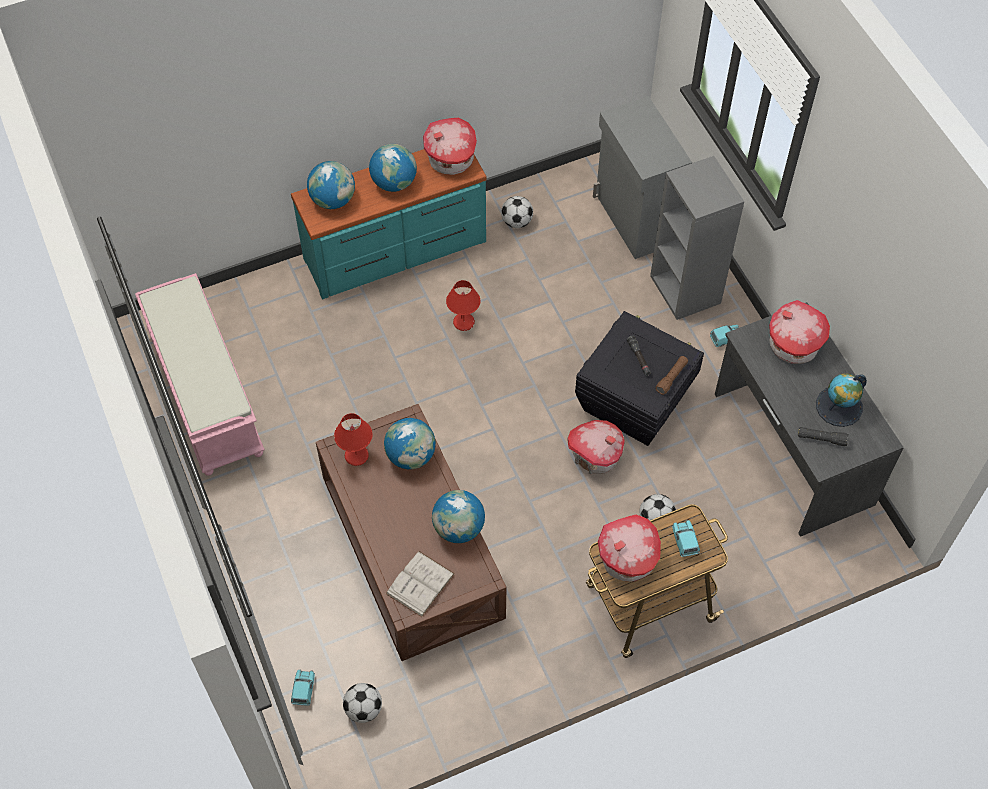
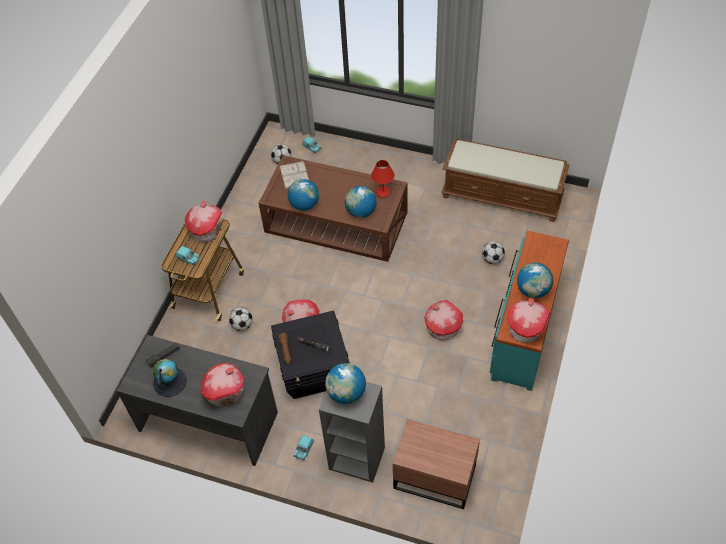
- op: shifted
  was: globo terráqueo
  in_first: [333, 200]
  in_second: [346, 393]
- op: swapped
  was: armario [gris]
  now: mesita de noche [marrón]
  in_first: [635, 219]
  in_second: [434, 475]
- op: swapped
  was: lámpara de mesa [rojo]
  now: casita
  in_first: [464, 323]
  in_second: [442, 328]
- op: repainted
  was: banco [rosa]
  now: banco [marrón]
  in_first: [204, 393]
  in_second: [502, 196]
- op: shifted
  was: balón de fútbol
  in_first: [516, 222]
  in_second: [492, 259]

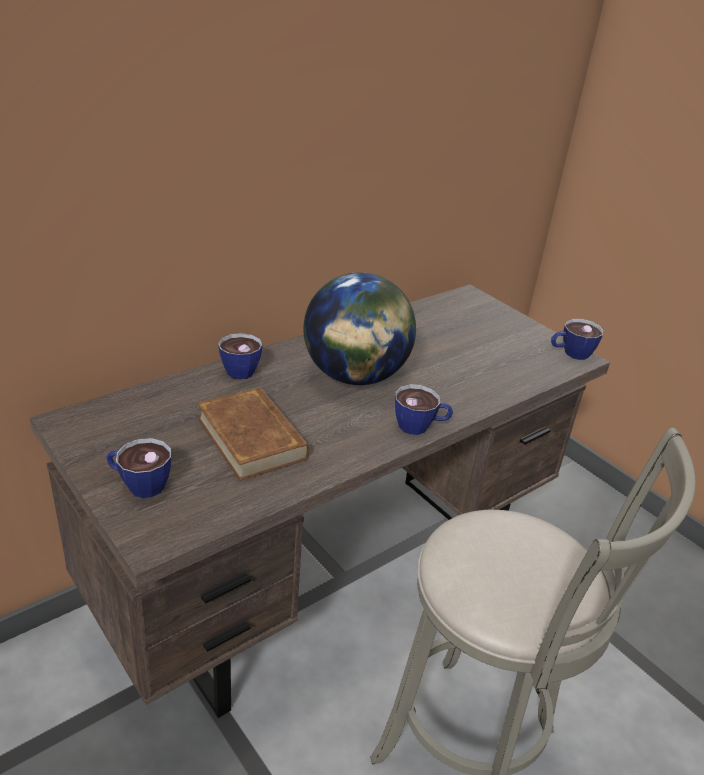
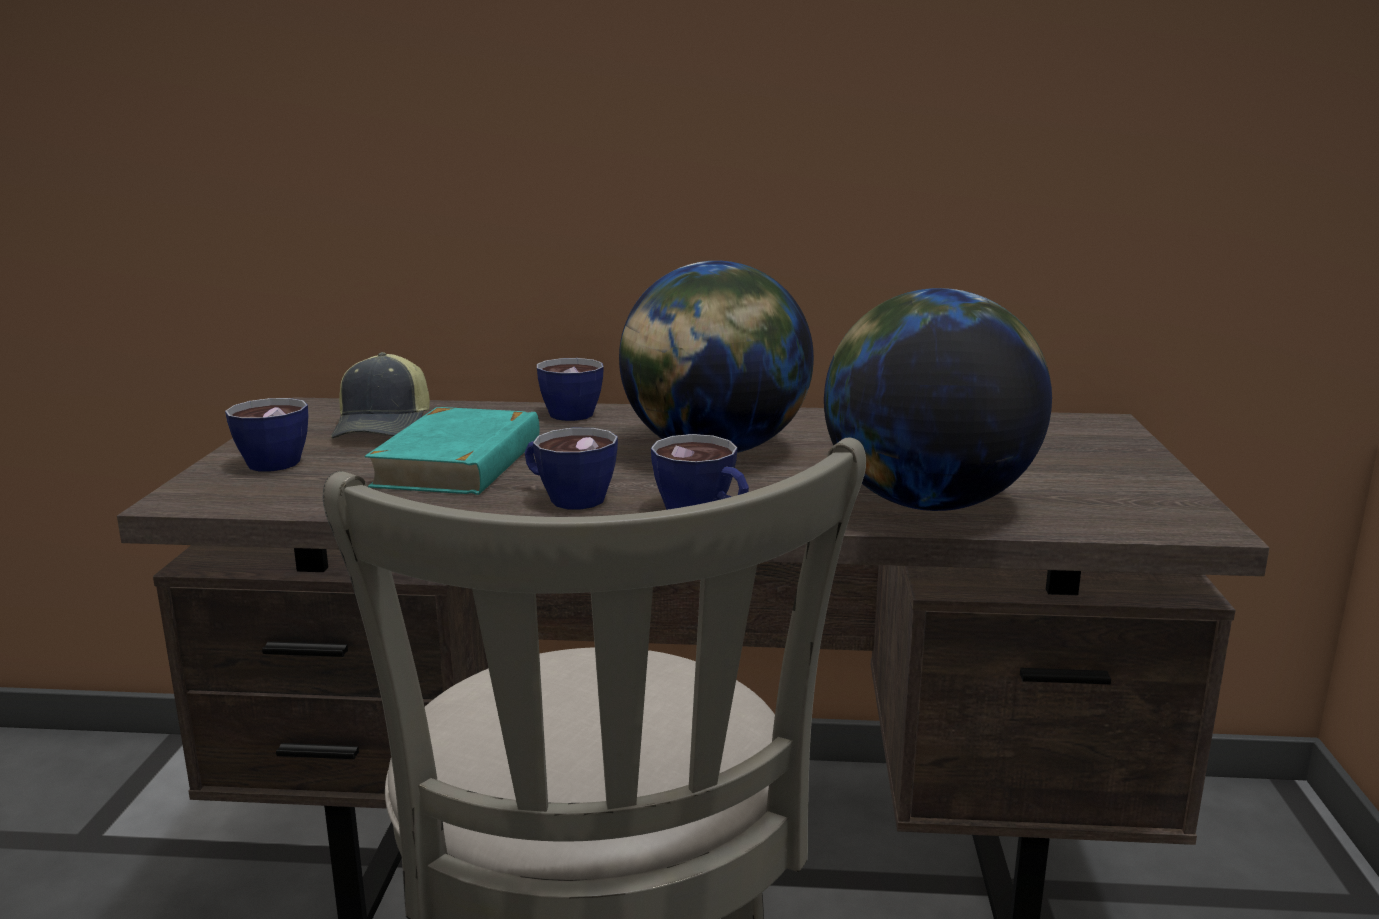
- op: new
  now: gorra
  in_second: [385, 426]
- op: repainted
  was: libro [marrón]
  now: libro [turquesa]
  in_first: [251, 438]
  in_second: [460, 462]
- op: shifted
  was: taza
  in_first: [570, 353]
  in_second: [567, 497]
- op: new
  now: globo terráqueo
  in_second: [926, 503]

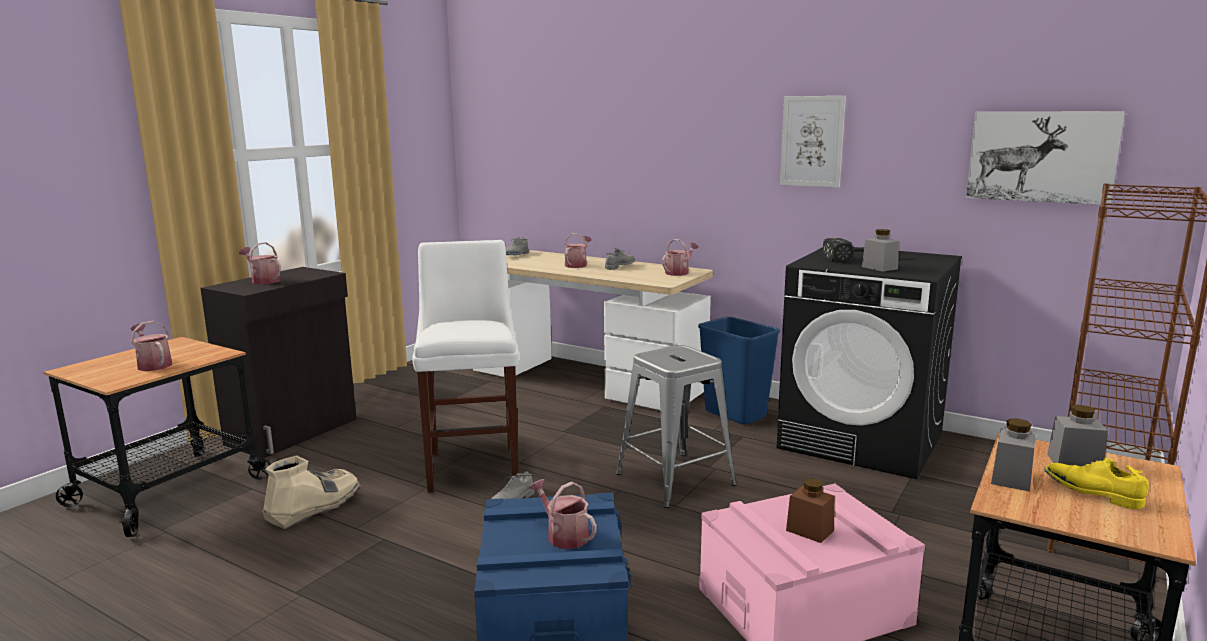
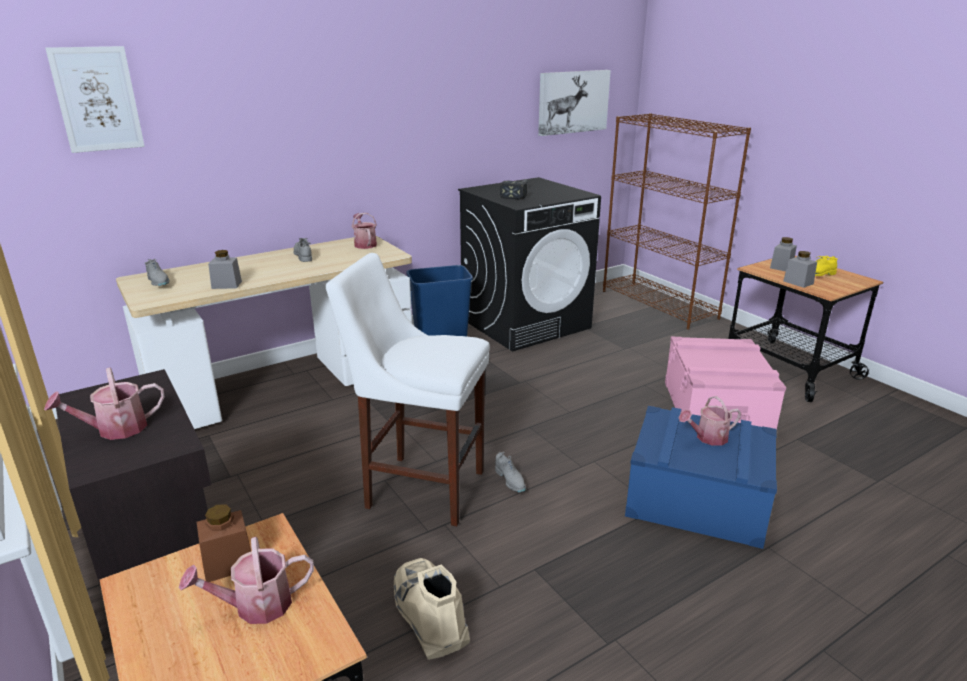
- op: shifted
  was: cuadro
  in_first: [812, 141]
  in_second: [97, 99]
- op: shifted
  was: tarro [marrón]
  in_first: [810, 530]
  in_second: [228, 563]
- op: shifted
  was: tarro [gris]
  in_first: [879, 268]
  in_second: [226, 285]
- op: gone
  was: regadera
  in_first: [577, 265]
- op: gone
  was: taburete [gris]
  in_first: [674, 479]

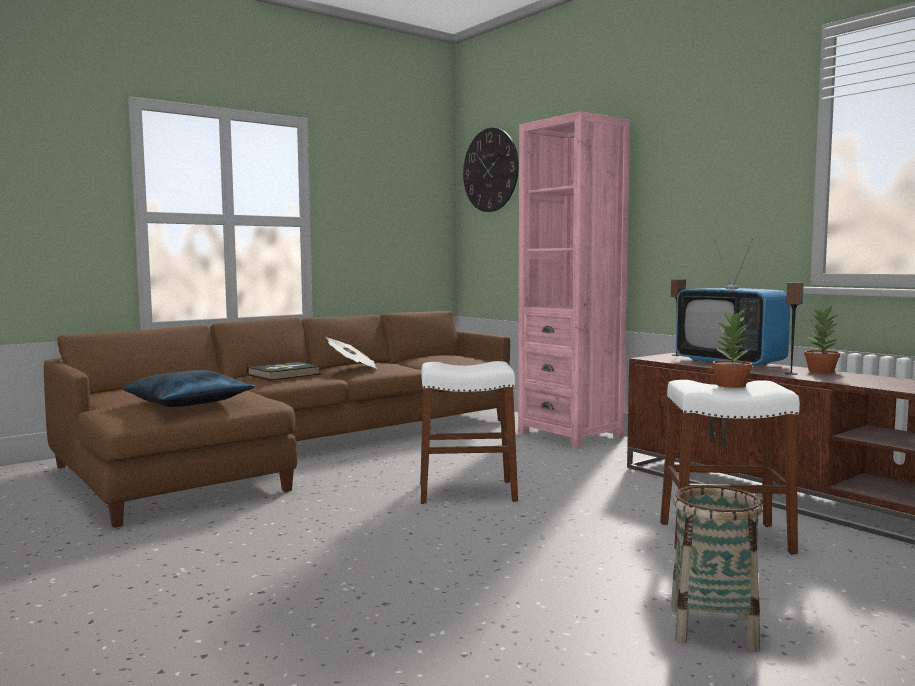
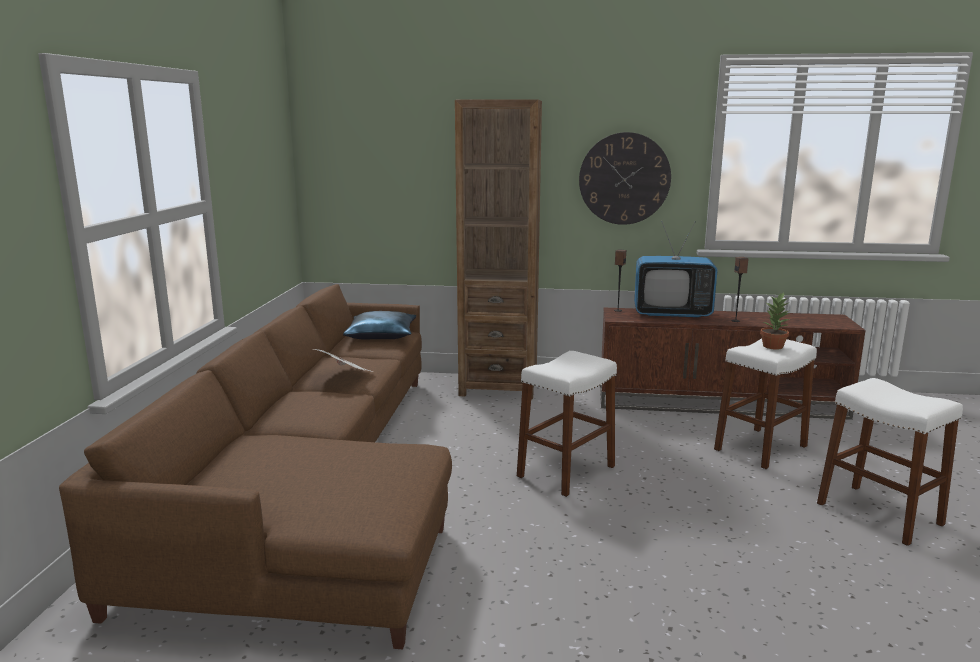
- op: shifted
  was: cojín [azul]
  in_first: [189, 402]
  in_second: [381, 335]
- op: repainted
  was: estantería [rosa]
  now: estantería [marrón]
  in_first: [570, 435]
  in_second: [498, 386]
- op: shifted
  was: reloj de pared
  in_first: [490, 170]
  in_second: [624, 179]
- op: swapped
  was: cesta
  now: taburete [blanco]
  in_first: [713, 628]
  in_second: [879, 514]
- op: gone
  was: libro
  in_first: [284, 374]
- op: gone
  was: planta en maceta
  in_first: [820, 371]

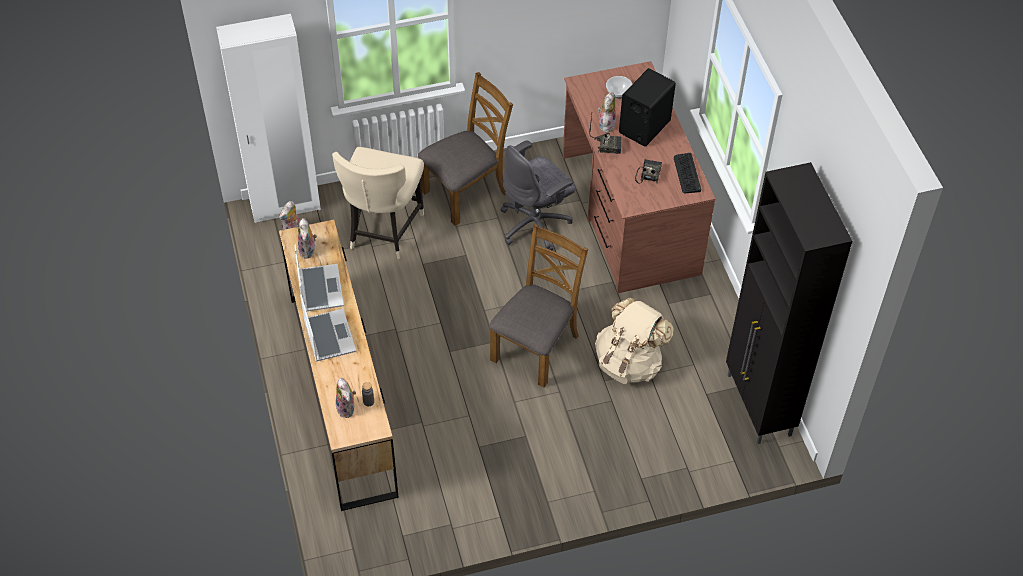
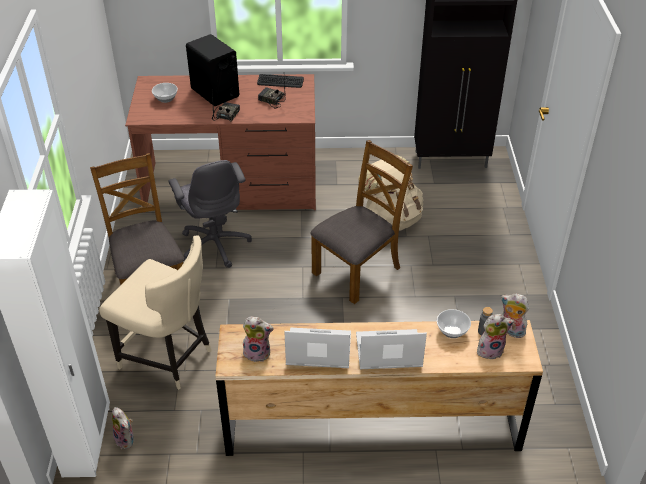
- op: rotated
  was: silla [marrón]
  in_first: [536, 347]
  in_second: [357, 270]
  clockwise: 90
- op: new
  now: cuenco
  in_second: [452, 330]
- op: shifted
  was: peluche
  in_first: [606, 124]
  in_second: [510, 331]

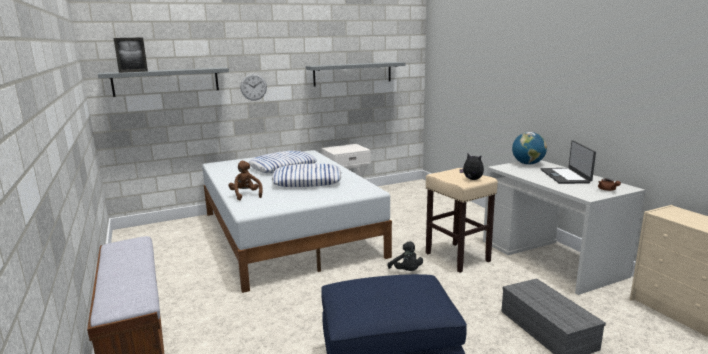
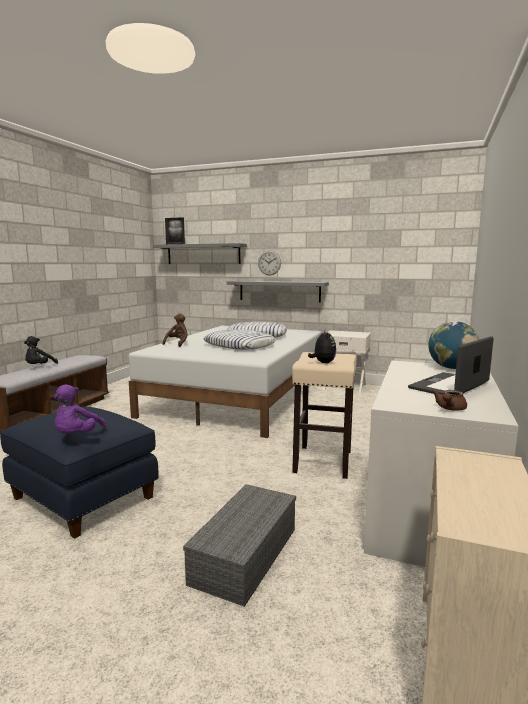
- op: shifted
  was: peluche [negro]
  in_first: [406, 271]
  in_second: [39, 367]
- op: new
  now: peluche [morado]
  in_second: [77, 436]
- op: shifted
  was: estante [gris]
  in_first: [353, 73]
  in_second: [279, 291]

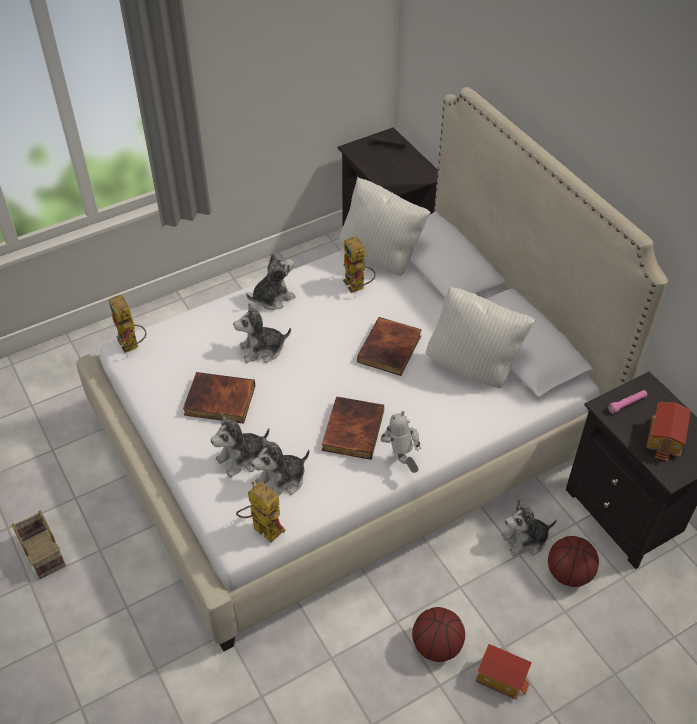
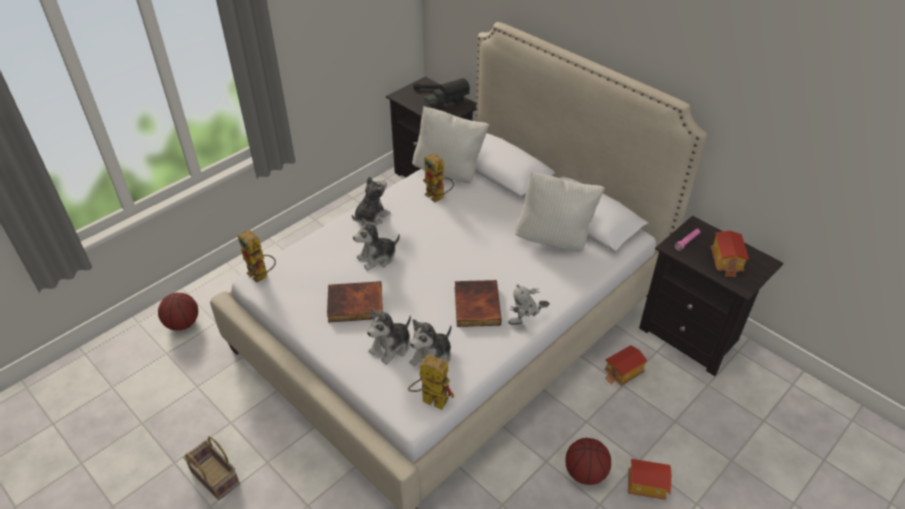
- op: shifted
  was: balón de baloncesto
  in_first: [568, 573]
  in_second: [182, 323]
- op: new
  now: camión de juguete
  in_second: [446, 103]
- op: rotated
  was: robot de juguete
  in_first: [401, 462]
  in_second: [526, 322]
  clockwise: -75
- op: swapped
  was: peluche
  now: casita
  in_first: [525, 540]
  in_second: [623, 373]
- op: gone
  was: libro
  in_first: [390, 349]

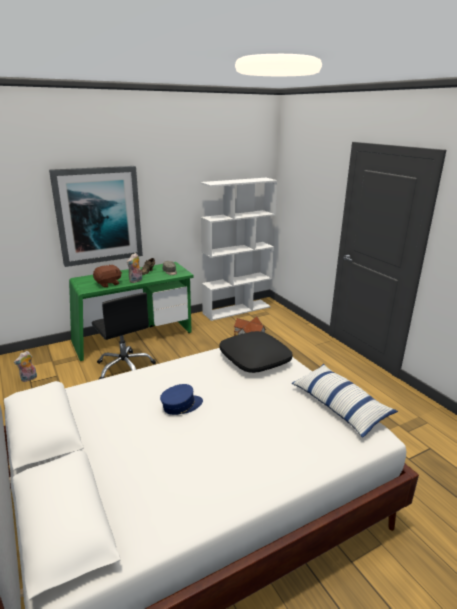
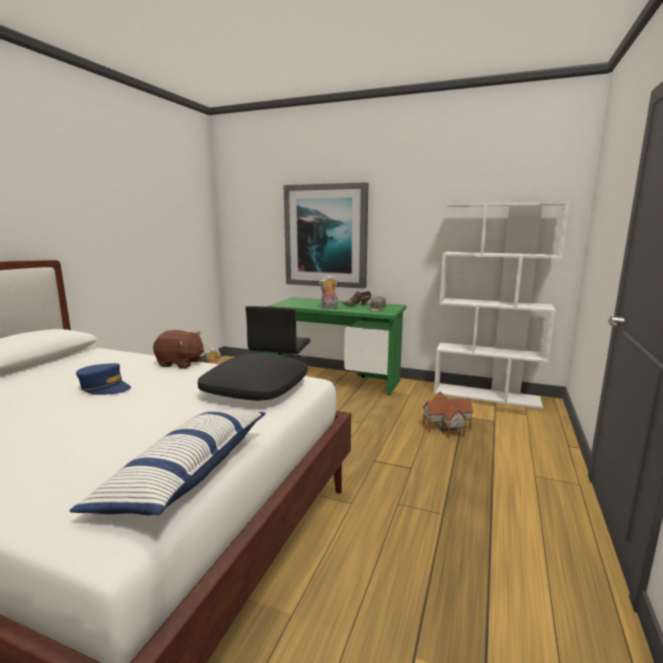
- op: shifted
  was: peluche [marrón]
  in_first: [108, 284]
  in_second: [180, 363]

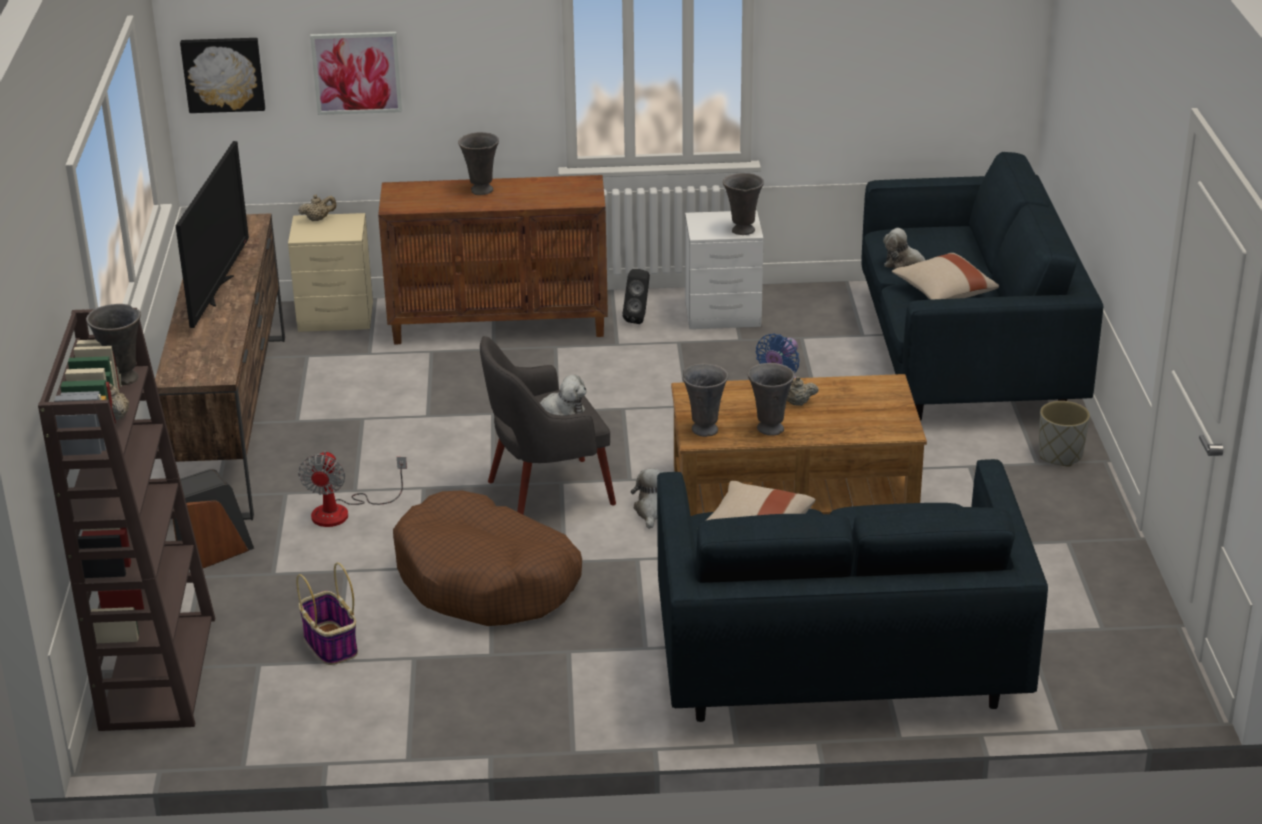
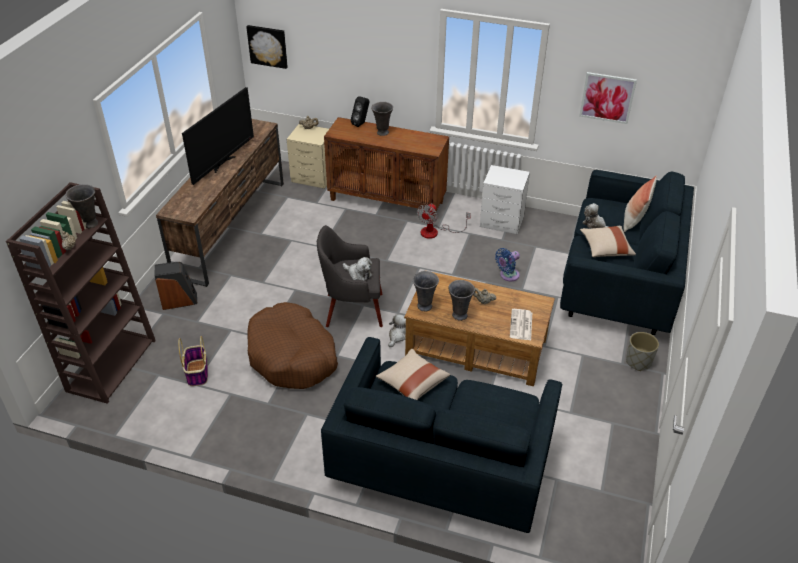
- op: shifted
  was: altavoz [negro]
  in_first: [639, 318]
  in_second: [361, 124]
- op: shifted
  was: ventilador
  in_first: [343, 511]
  in_second: [435, 232]
- op: new
  now: periódico
  in_second: [521, 325]
- op: shifted
  was: cuadro
  in_first: [356, 72]
  in_second: [607, 97]
- op: new
  now: cojín
  in_second: [634, 221]
- op: gone
  was: florero [gris]
  in_first: [742, 230]

